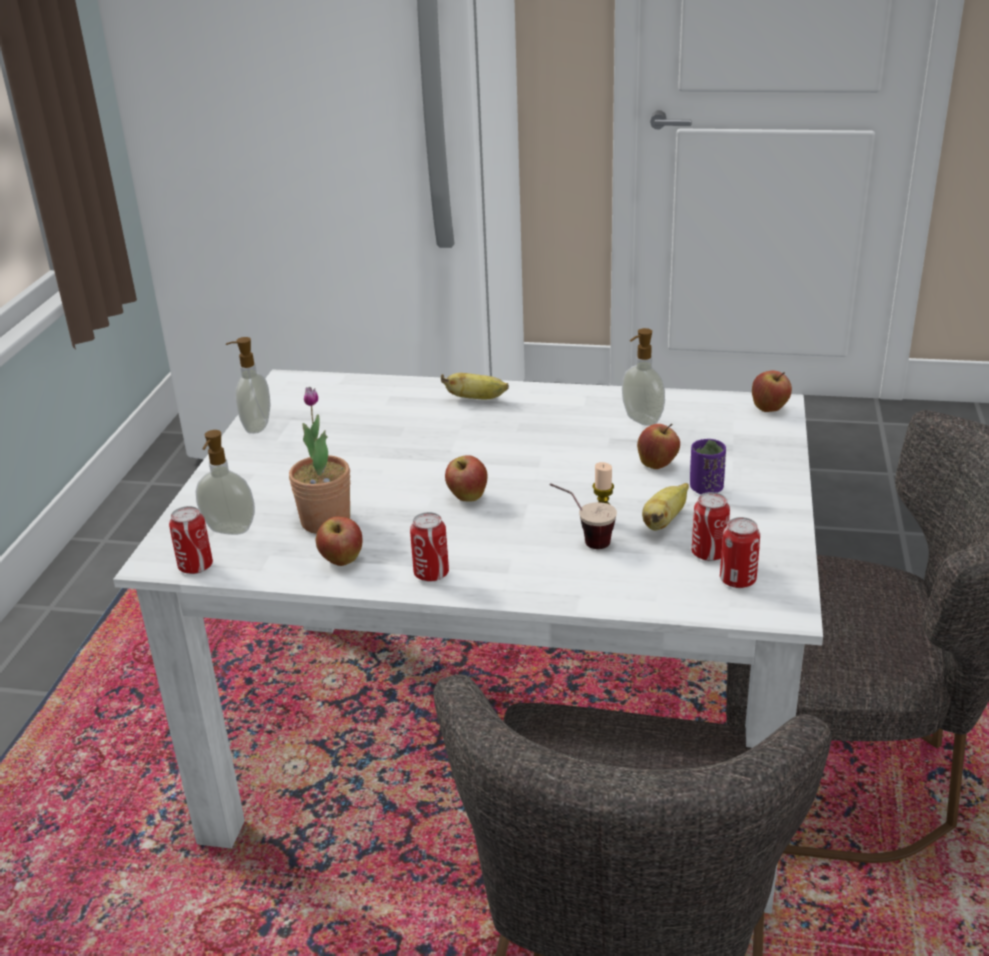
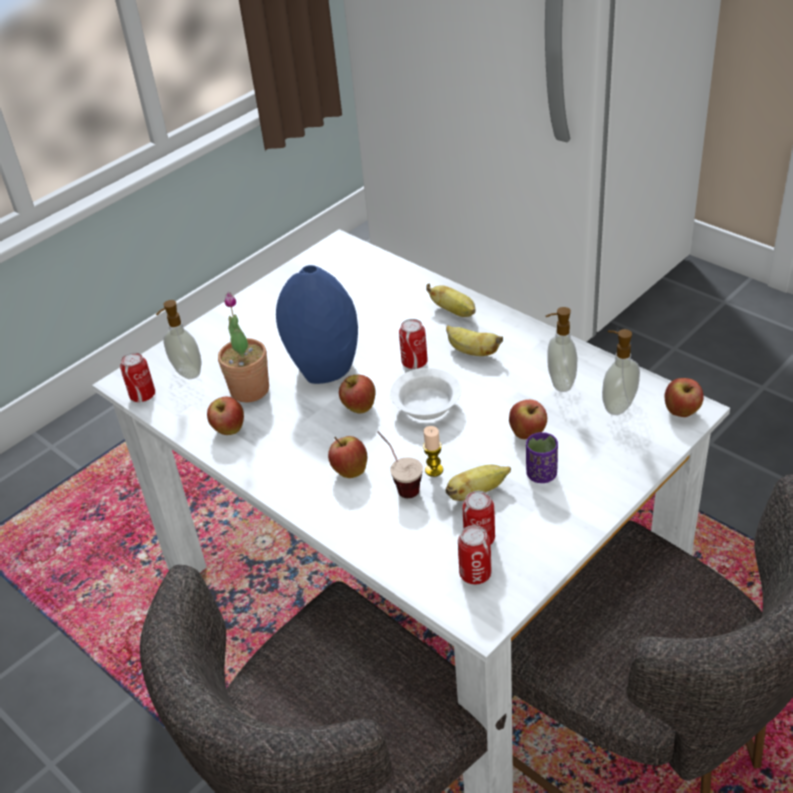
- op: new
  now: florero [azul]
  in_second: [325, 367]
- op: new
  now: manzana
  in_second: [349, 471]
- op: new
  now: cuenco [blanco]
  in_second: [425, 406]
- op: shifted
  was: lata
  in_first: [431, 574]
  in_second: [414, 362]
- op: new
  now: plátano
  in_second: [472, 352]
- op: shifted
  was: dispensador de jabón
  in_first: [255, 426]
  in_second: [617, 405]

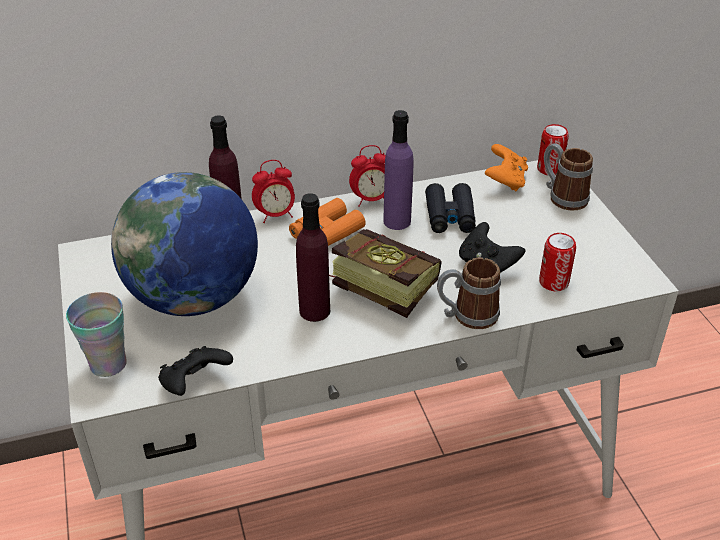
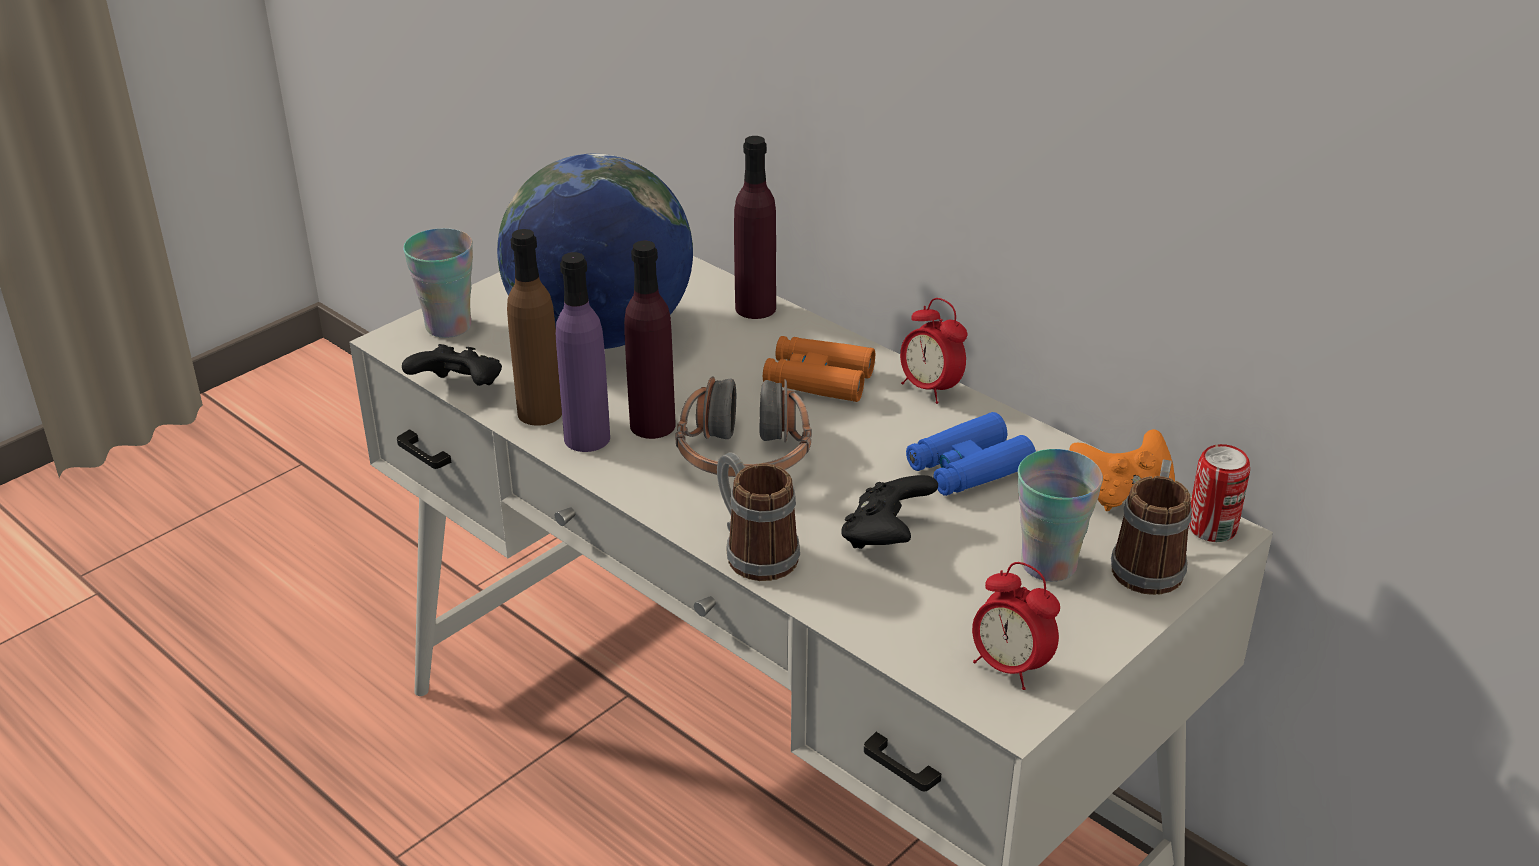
- op: new
  now: botella [marrón]
  in_second: [540, 412]
- op: shifted
  was: botella [morado]
  in_first: [397, 221]
  in_second: [587, 438]
- op: swapped
  was: libro
  now: auriculares
  in_first: [375, 286]
  in_second: [744, 455]
- op: repainted
  was: prismáticos [negro]
  now: prismáticos [azul]
  in_first: [450, 216]
  in_second: [968, 468]
- op: shifted
  was: despertador
  in_first: [275, 215]
  in_second: [1009, 667]
- op: new
  now: taza
  in_second: [1048, 564]
- op: gone
  was: lata
  in_first: [553, 282]

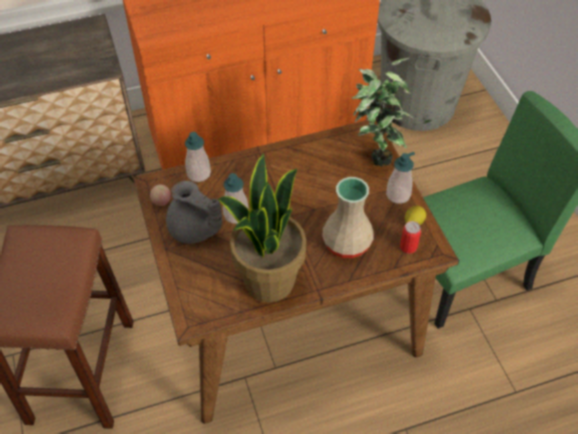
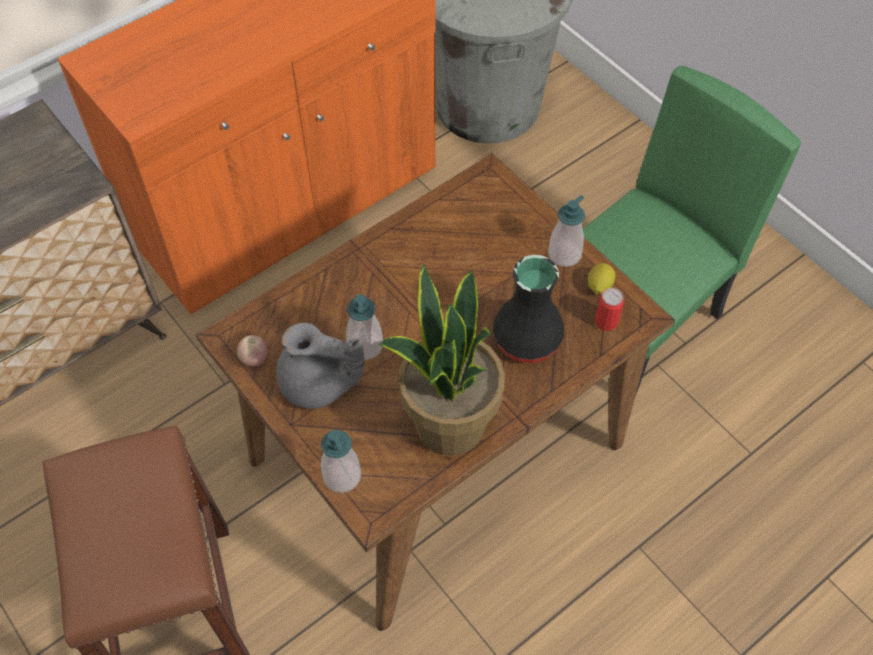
- op: shifted
  was: dispensador de jabón
  in_first: [198, 174]
  in_second: [342, 476]
- op: repainted
  was: florero [beis]
  now: florero [negro]
  in_first: [347, 241]
  in_second: [527, 338]
- op: gone
  was: planta en maceta
  in_first: [375, 153]

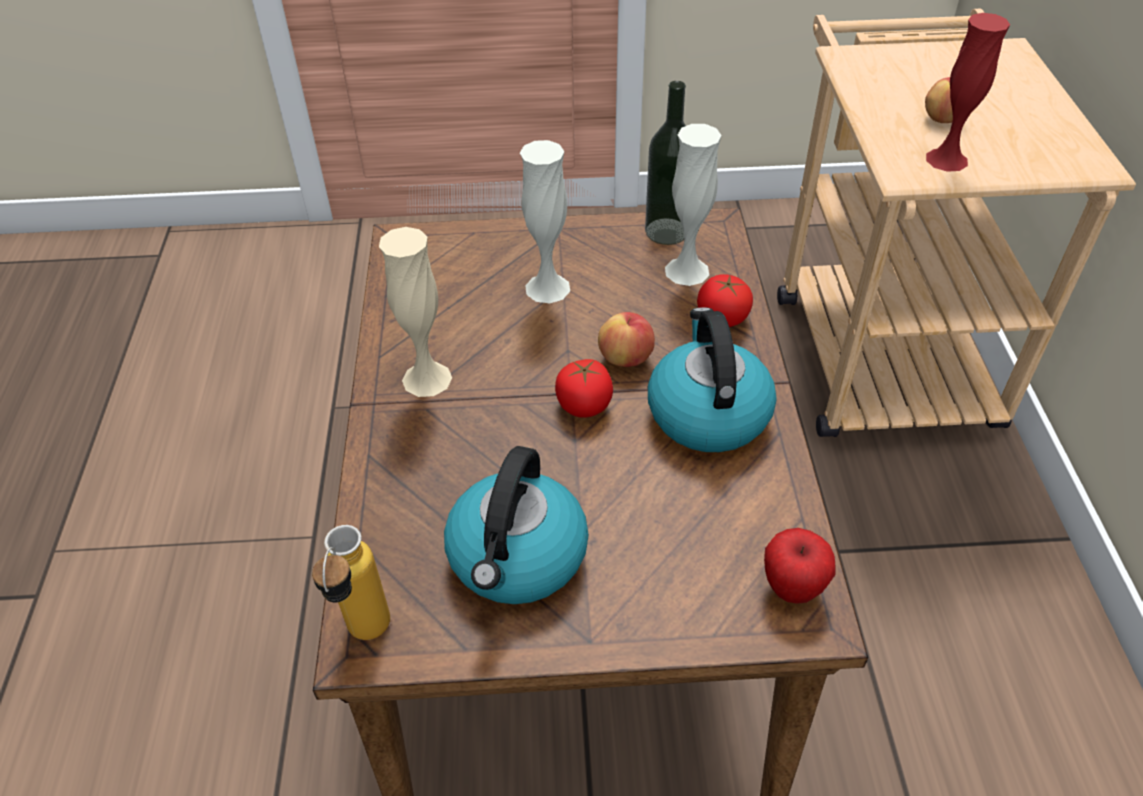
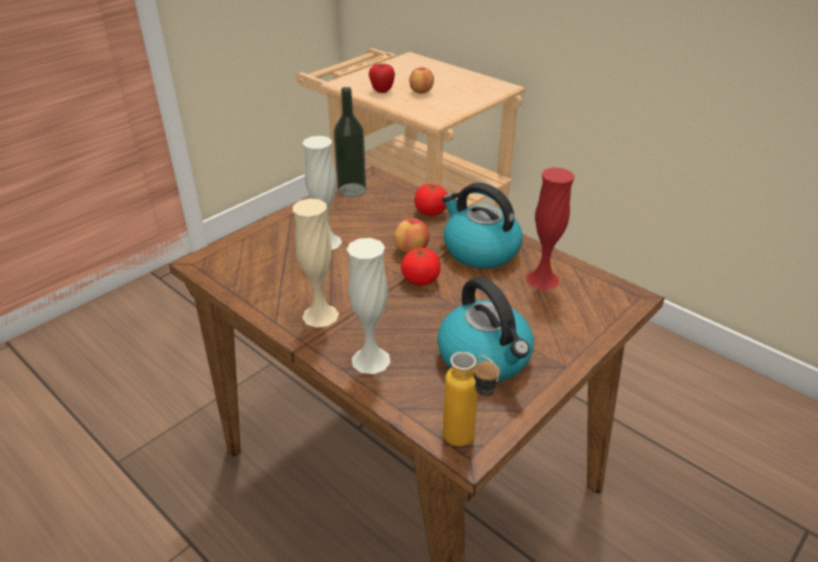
- op: shifted
  was: florero [blanco]
  in_first: [687, 271]
  in_second: [371, 360]
- op: shifted
  was: manzana
  in_first: [792, 587]
  in_second: [382, 91]
- op: shifted
  was: florero [rojo]
  in_first: [946, 159]
  in_second: [542, 279]

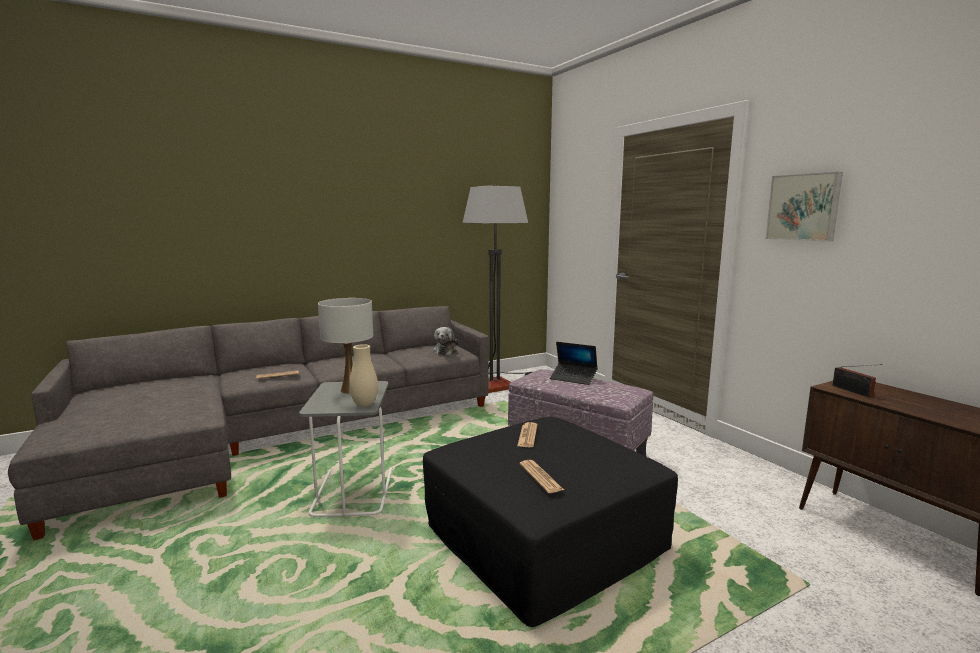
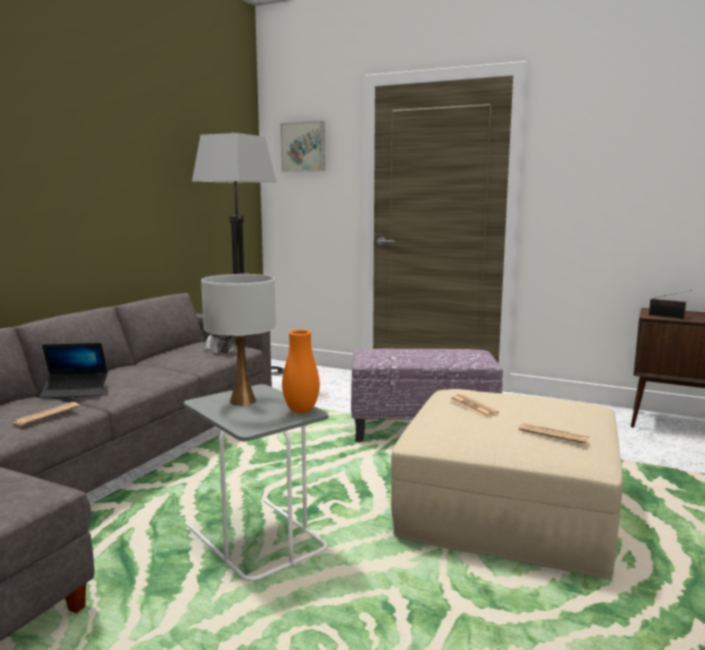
- op: shifted
  was: portátil
  in_first: [573, 378]
  in_second: [75, 391]
- op: shifted
  was: cuadro
  in_first: [804, 207]
  in_second: [304, 147]
- op: repainted
  was: florero [beis]
  now: florero [naranja]
  in_first: [364, 405]
  in_second: [301, 411]
- op: repainted
  was: puf [negro]
  now: puf [beis]
  in_first: [544, 536]
  in_second: [507, 508]

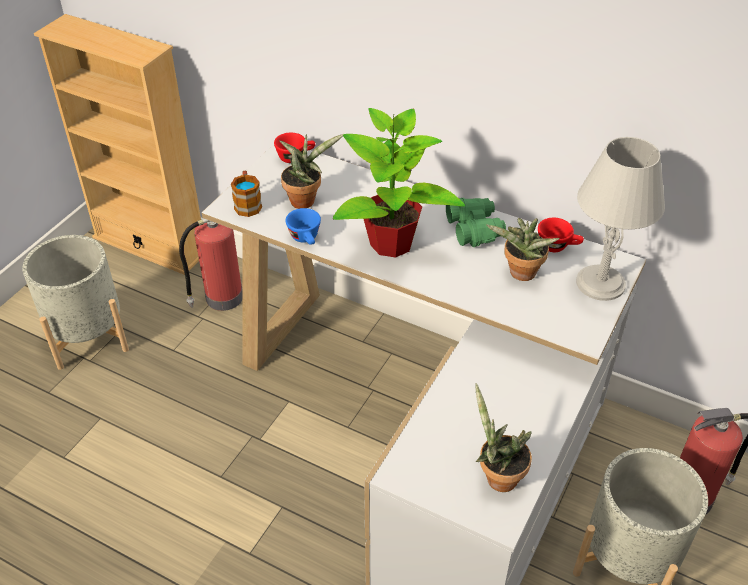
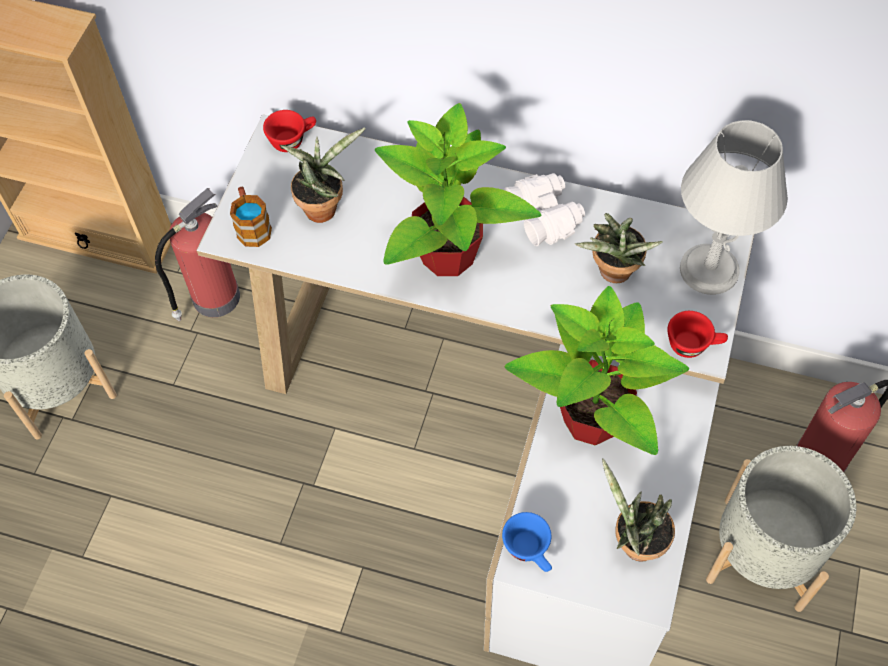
- op: shifted
  was: taza [azul]
  in_first: [306, 239]
  in_second: [530, 551]
- op: repainted
  was: prismáticos [verde]
  now: prismáticos [blanco]
  in_first: [475, 229]
  in_second: [544, 215]
- op: new
  now: planta en maceta
  in_second: [593, 420]
- op: shifted
  was: taza [rojo]
  in_first: [558, 246]
  in_second: [693, 344]

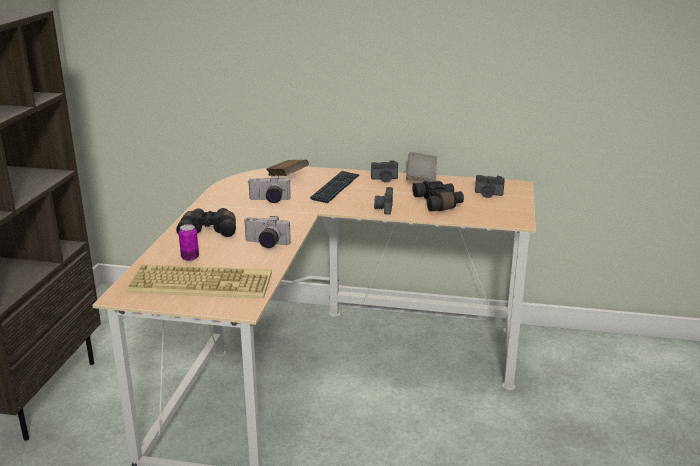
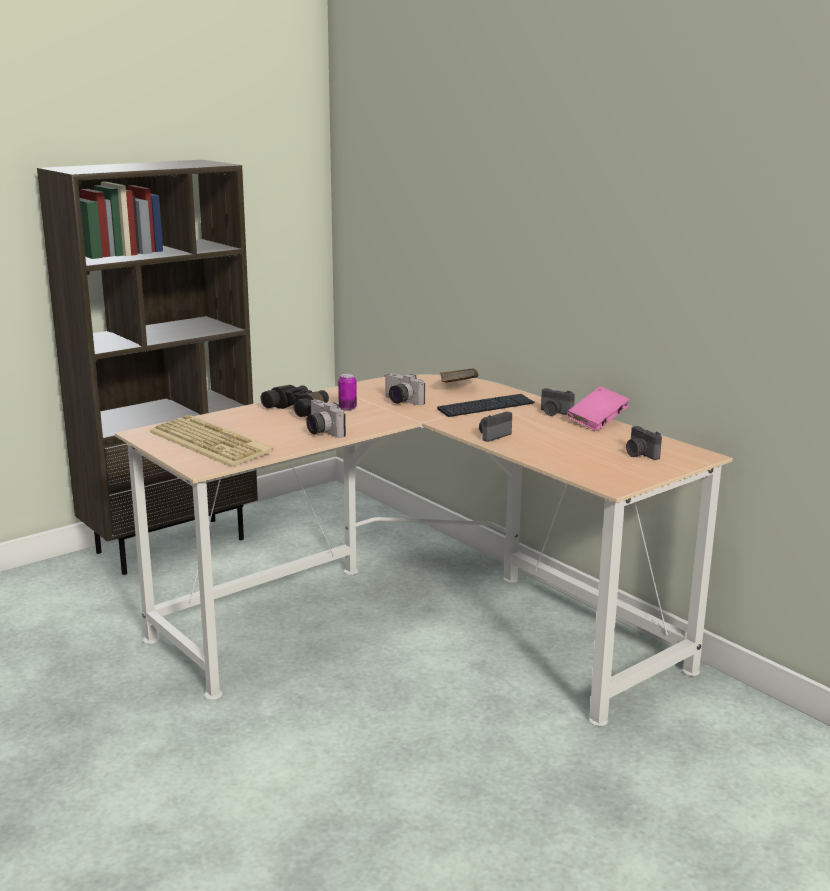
- op: shifted
  was: lata
  in_first: [190, 258]
  in_second: [347, 408]
- op: repainted
  was: libro [gris]
  now: libro [rosa]
  in_first: [421, 178]
  in_second: [597, 422]
- op: gone
  was: prismáticos [negro]
  in_first: [439, 203]

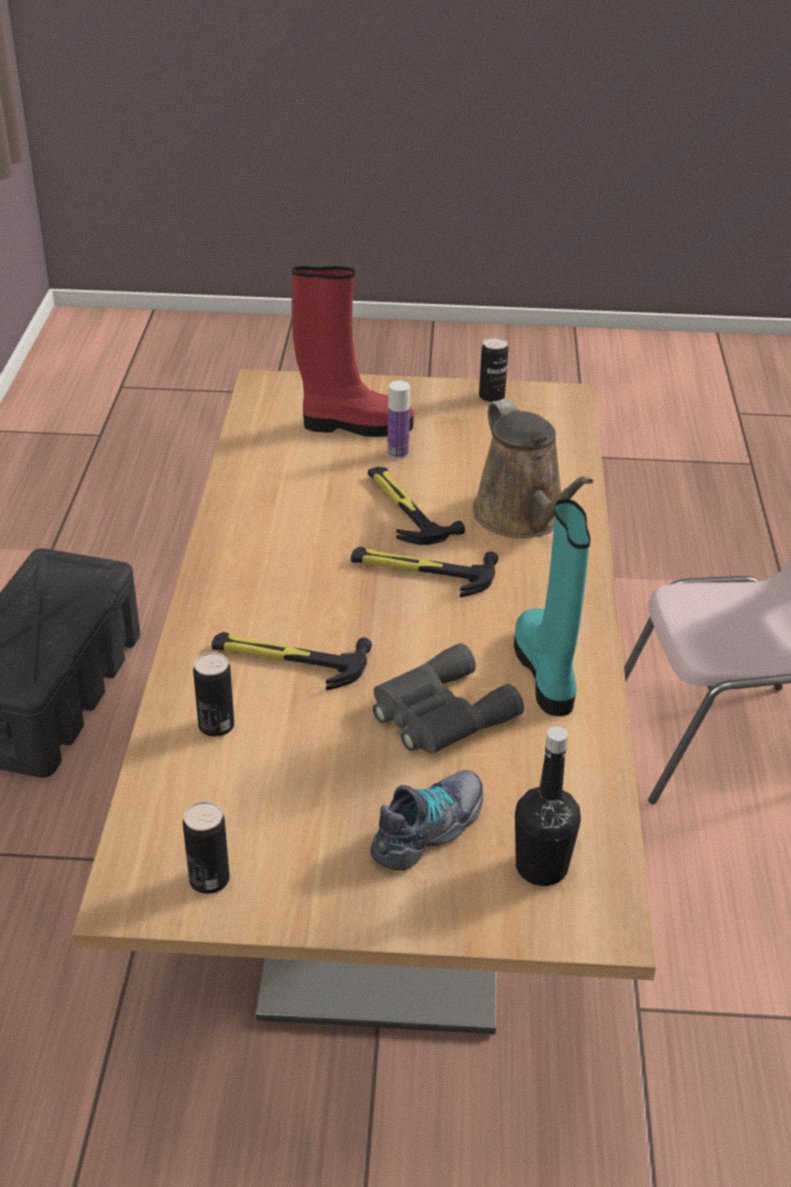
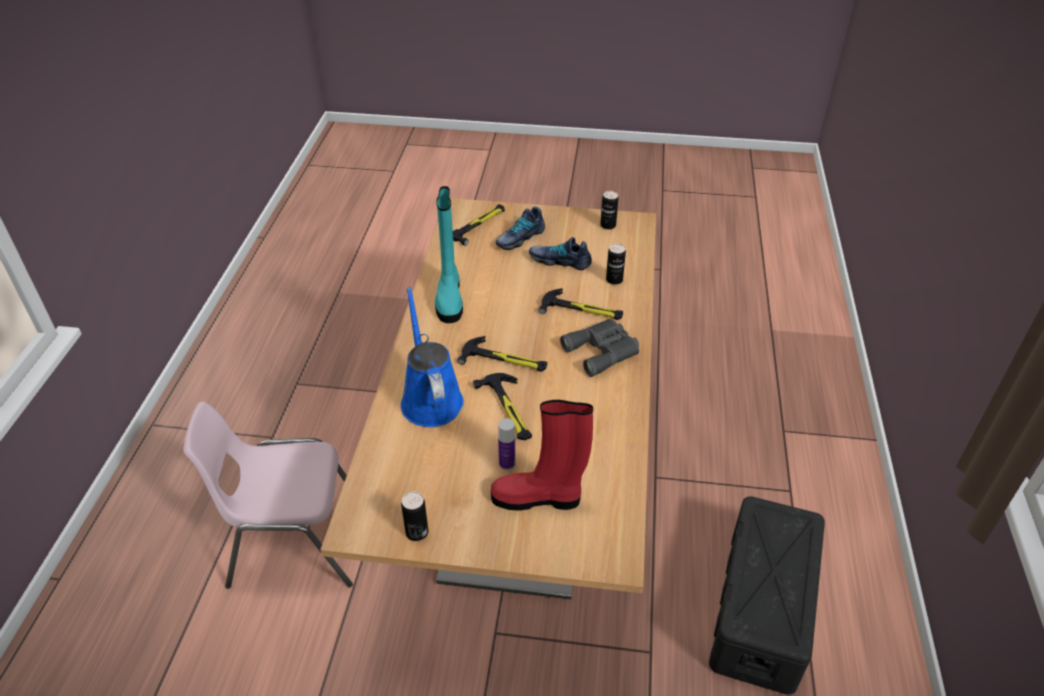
- op: repainted
  was: regadera [marrón]
  now: regadera [azul]
  in_first: [523, 517]
  in_second: [430, 398]
- op: swapped
  was: botella [negro]
  now: martillo
  in_first: [541, 867]
  in_second: [477, 224]
- op: new
  now: zapato
  in_second: [560, 260]
- op: shifted
  was: prismáticos [gris]
  in_first: [438, 714]
  in_second: [603, 351]

